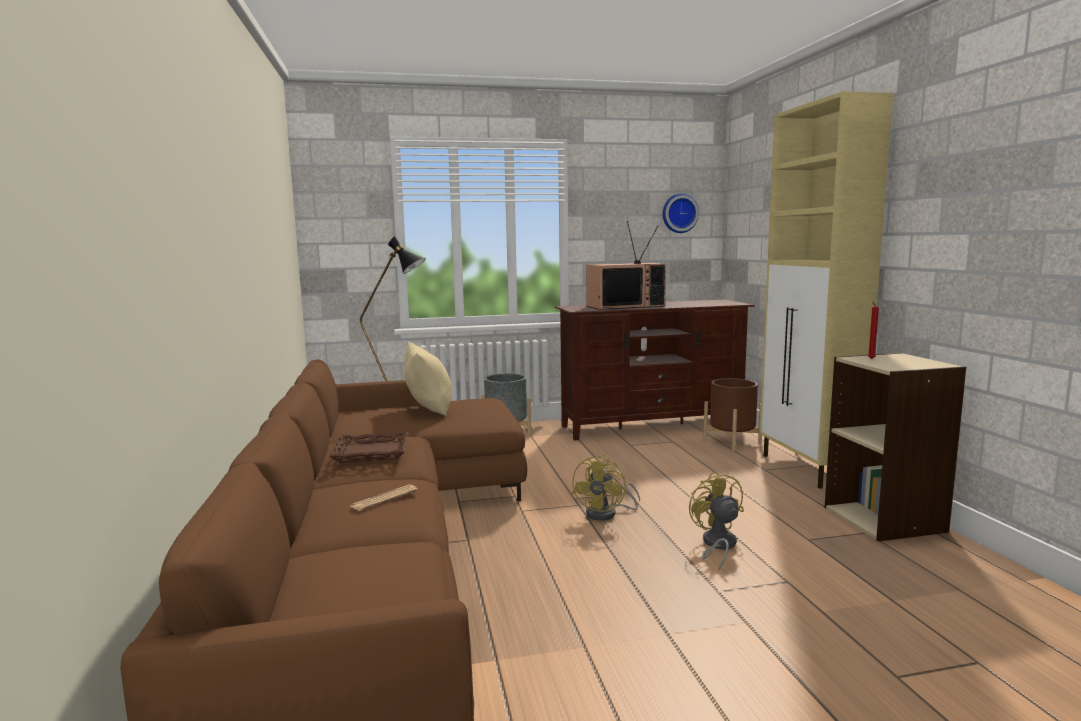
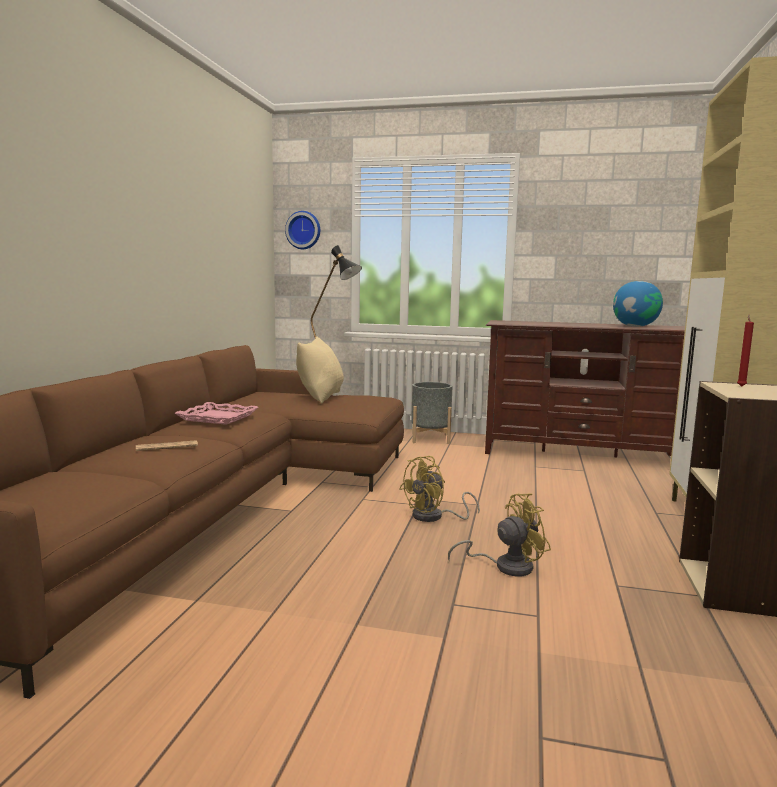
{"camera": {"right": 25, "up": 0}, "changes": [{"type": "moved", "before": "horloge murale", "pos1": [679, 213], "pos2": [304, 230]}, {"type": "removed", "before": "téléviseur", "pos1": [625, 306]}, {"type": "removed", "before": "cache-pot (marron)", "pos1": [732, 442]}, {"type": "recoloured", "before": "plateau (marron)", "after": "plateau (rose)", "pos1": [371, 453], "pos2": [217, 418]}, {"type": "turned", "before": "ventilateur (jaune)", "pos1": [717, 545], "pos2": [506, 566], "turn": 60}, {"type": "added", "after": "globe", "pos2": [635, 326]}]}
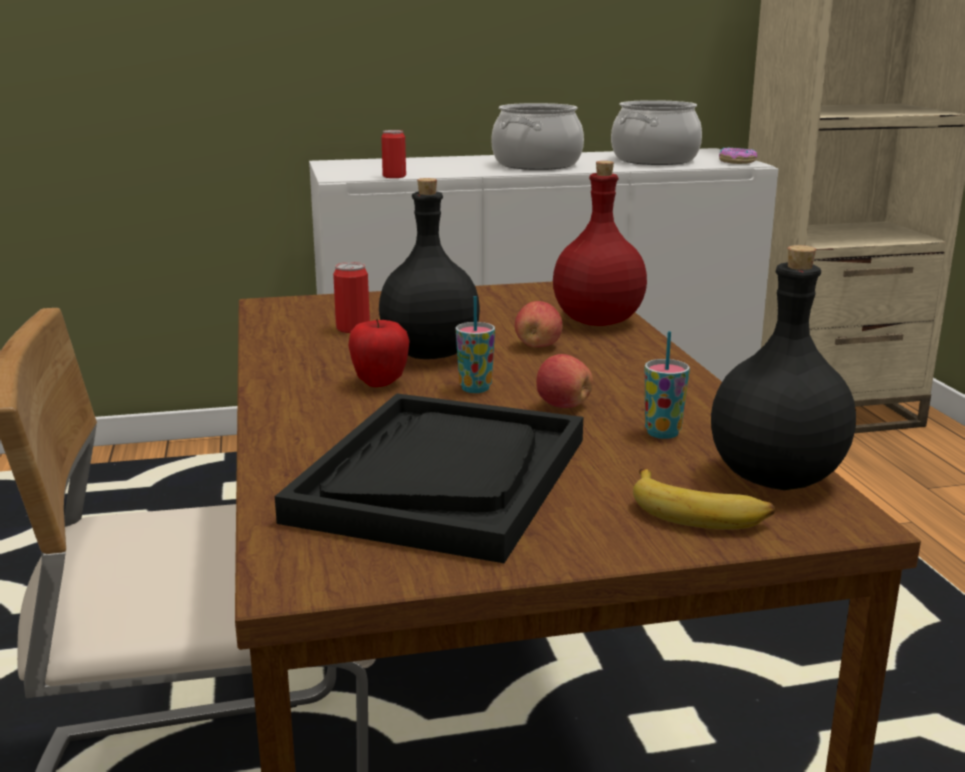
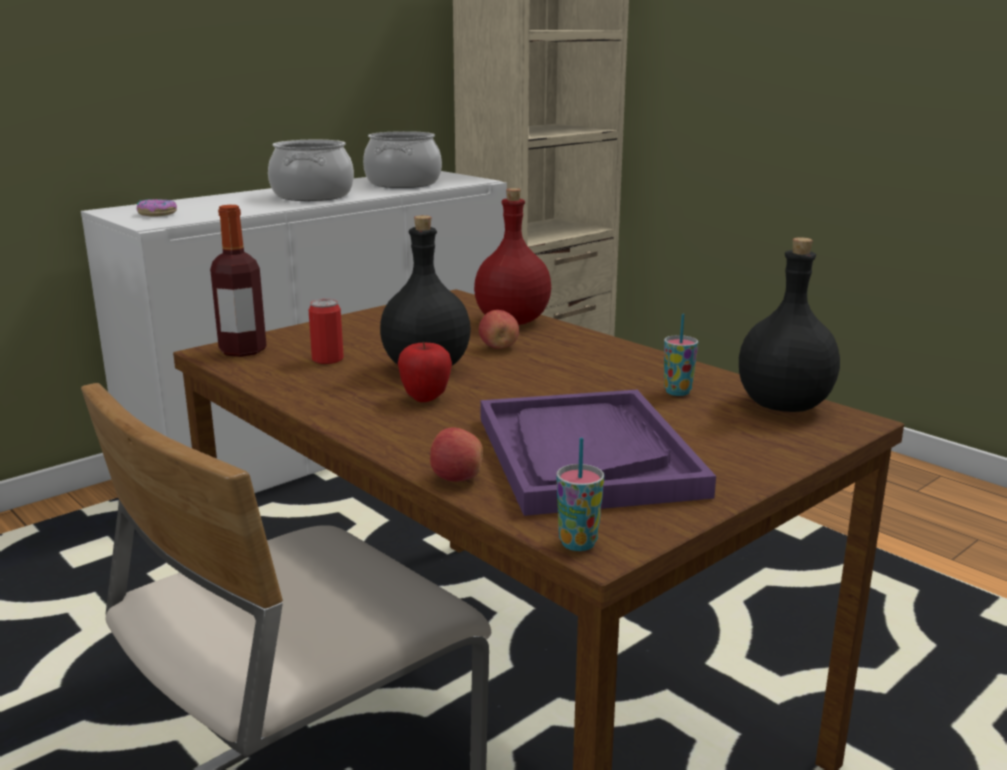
{"camera": {"right": -30, "up": 0}, "changes": [{"type": "removed", "before": "boîte métallique", "pos1": [394, 176]}, {"type": "moved", "before": "beignet", "pos1": [737, 162], "pos2": [157, 214]}, {"type": "moved", "before": "tasse", "pos1": [475, 388], "pos2": [578, 543]}, {"type": "moved", "before": "pomme", "pos1": [563, 405], "pos2": [456, 478]}, {"type": "recoloured", "before": "plateau (noir)", "after": "plateau (violet)", "pos1": [442, 478], "pos2": [586, 455]}, {"type": "removed", "before": "banane", "pos1": [699, 512]}, {"type": "added", "after": "bouteille", "pos2": [243, 351]}]}
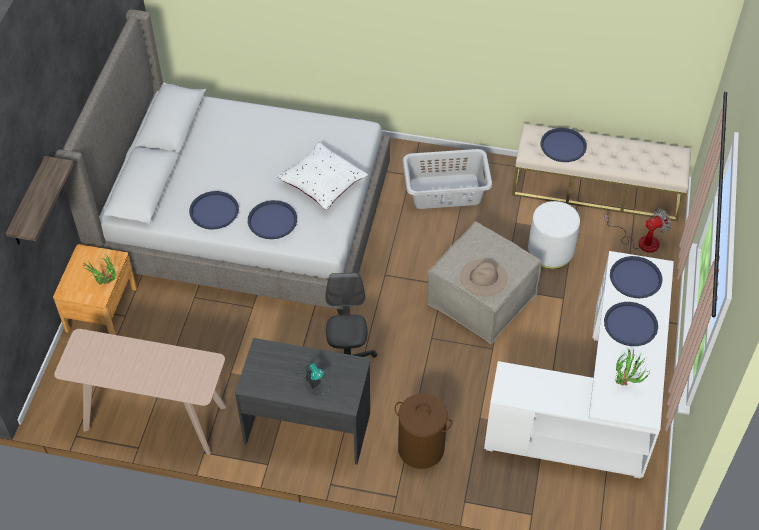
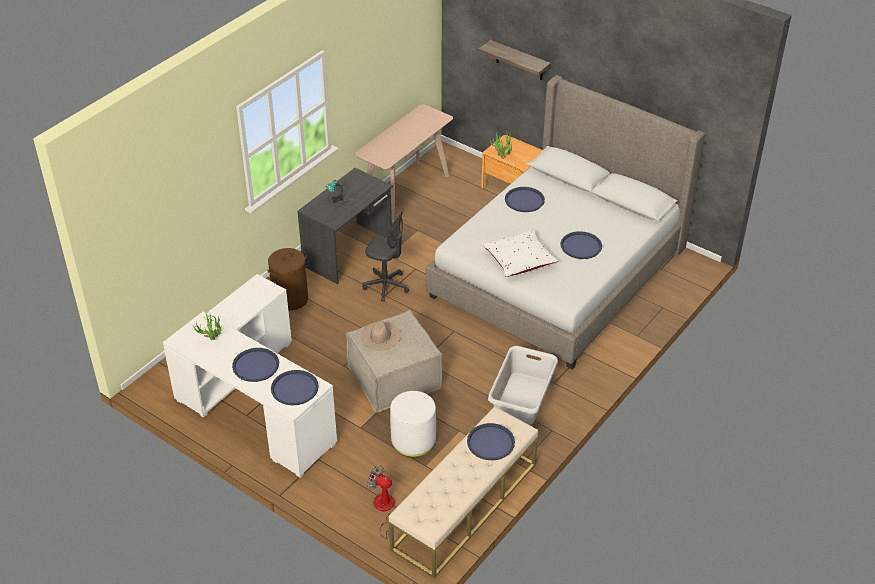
{"camera": {"right": 115, "up": -10}, "changes": [{"type": "moved", "before": "plateau (bleu)", "pos1": [272, 220], "pos2": [581, 246]}, {"type": "turned", "before": "ventilateur", "pos1": [641, 241], "pos2": [384, 509], "turn": 120}]}
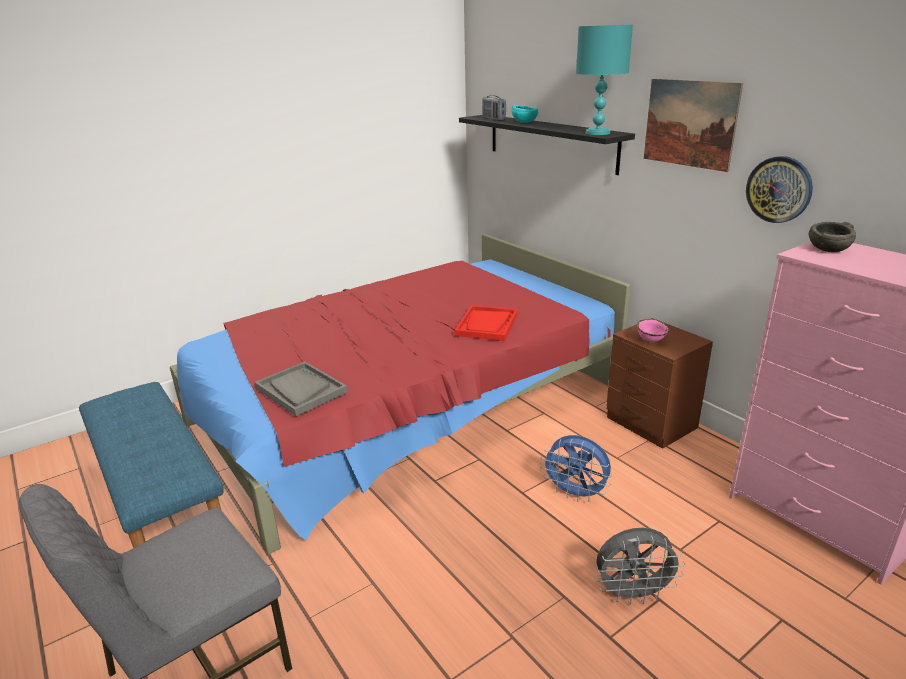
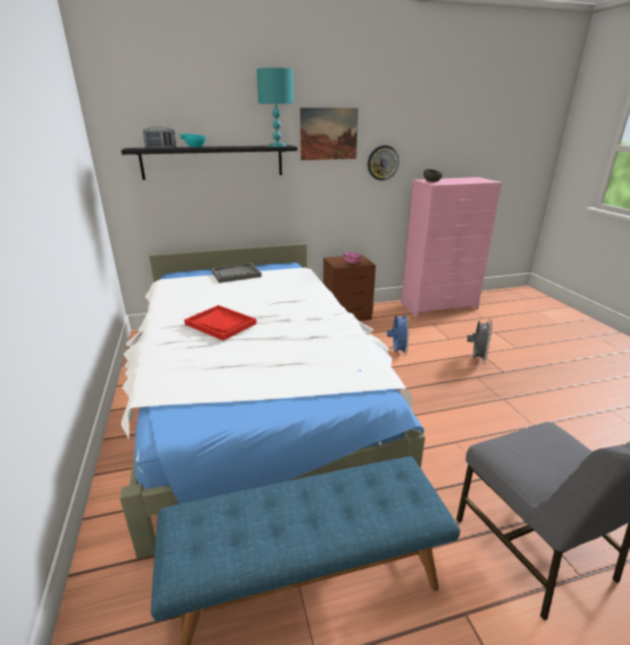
{"camera": {"right": -70, "up": 0}, "changes": [{"type": "recoloured", "before": "lit (rouge)", "after": "lit (blanc)", "pos1": [405, 406], "pos2": [255, 390]}, {"type": "moved", "before": "plateau (rouge)", "pos1": [487, 325], "pos2": [221, 324]}, {"type": "moved", "before": "plateau (gris)", "pos1": [300, 390], "pos2": [236, 274]}, {"type": "turned", "before": "ventilateur (bleu)", "pos1": [575, 494], "pos2": [397, 352], "turn": -45}]}
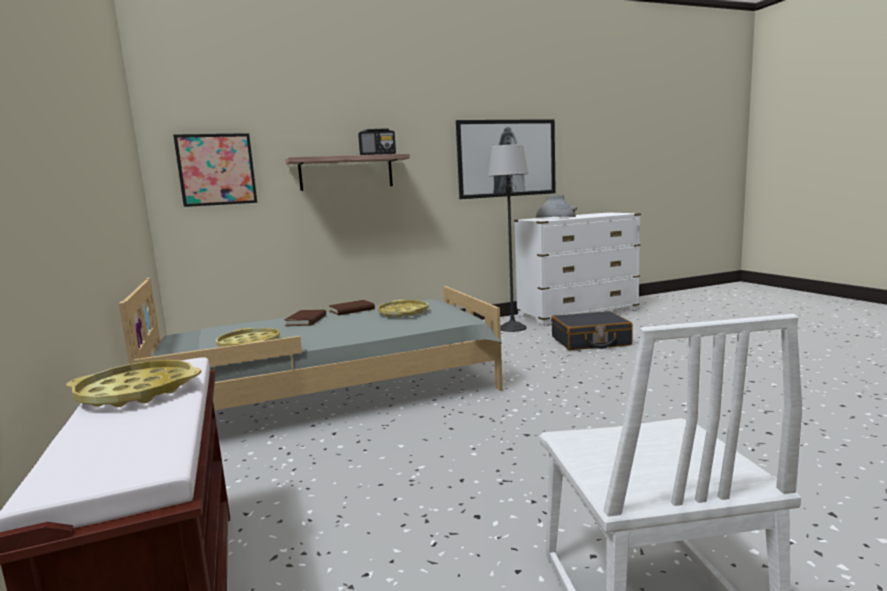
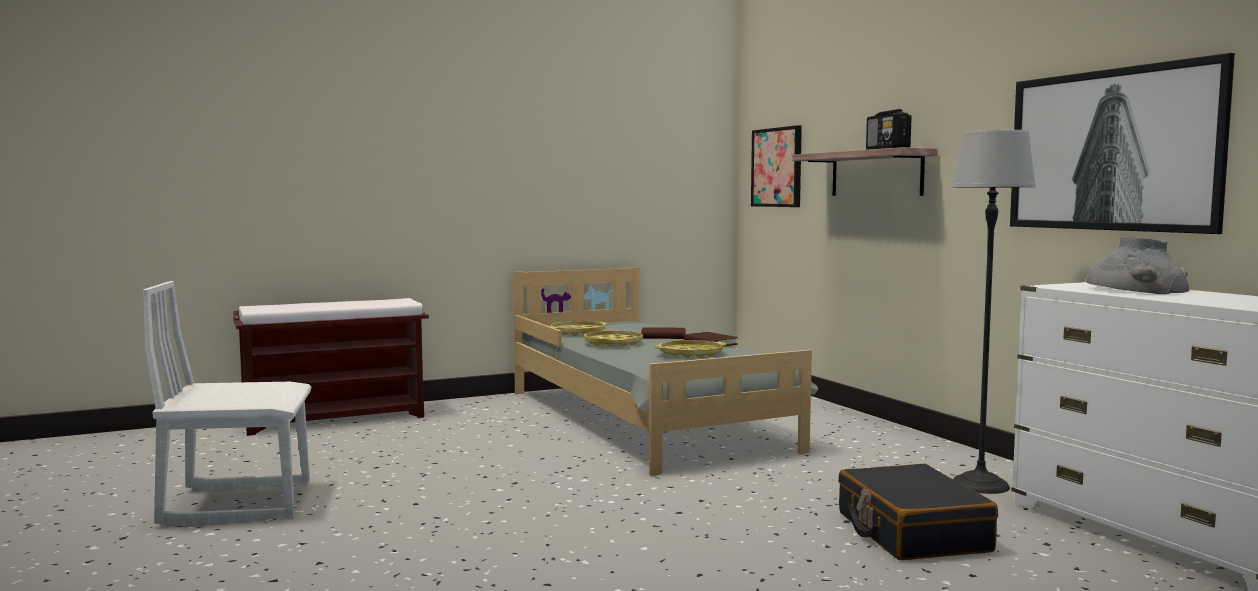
{"camera": {"right": 85, "up": -5}, "changes": [{"type": "moved", "before": "plateau (jaune)", "pos1": [137, 392], "pos2": [613, 343]}]}
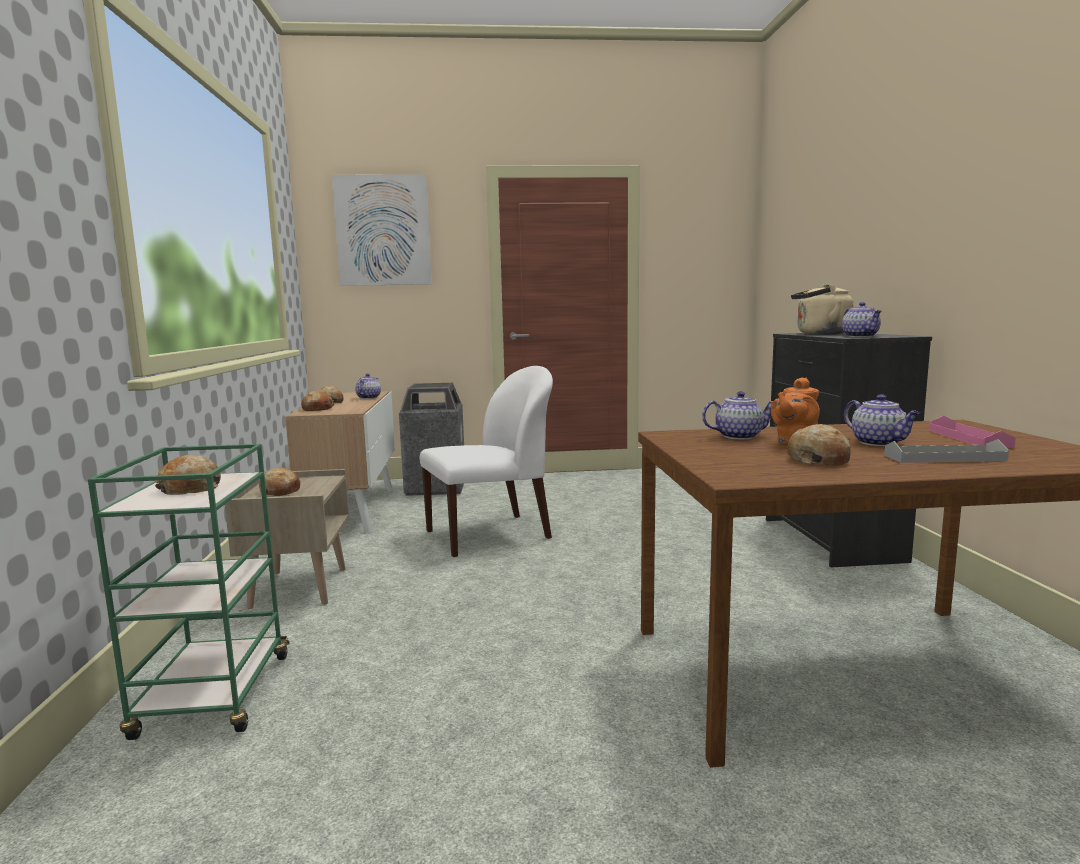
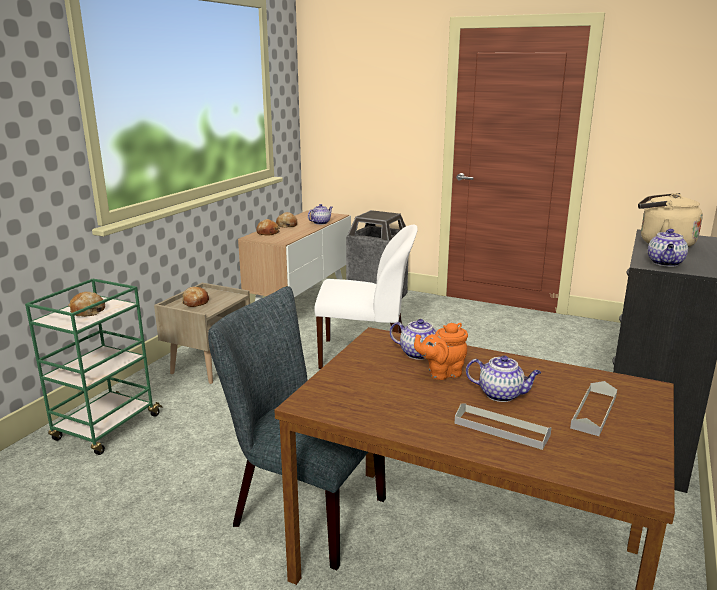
{"camera": {"right": 30, "up": 10}, "changes": [{"type": "removed", "before": "tableau", "pos1": [383, 230]}, {"type": "turned", "before": "théière", "pos1": [879, 443], "pos2": [501, 394], "turn": -75}, {"type": "recoloured", "before": "plateau (rose)", "after": "plateau (gris)", "pos1": [968, 438], "pos2": [594, 412]}, {"type": "removed", "before": "pain", "pos1": [818, 460]}, {"type": "added", "after": "chaise (gris)", "pos2": [300, 510]}]}
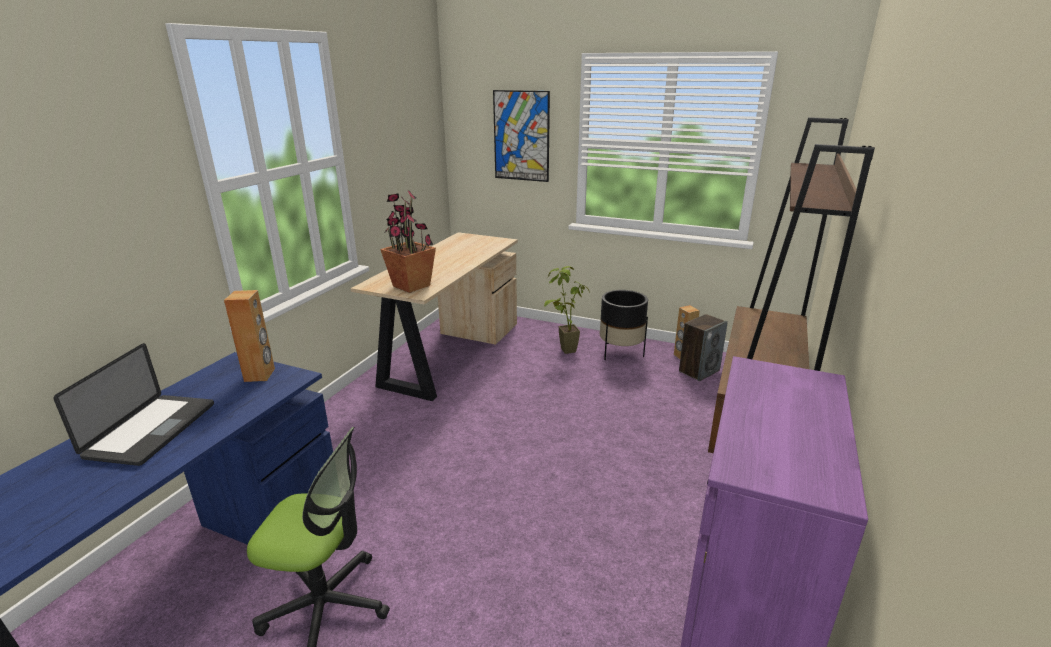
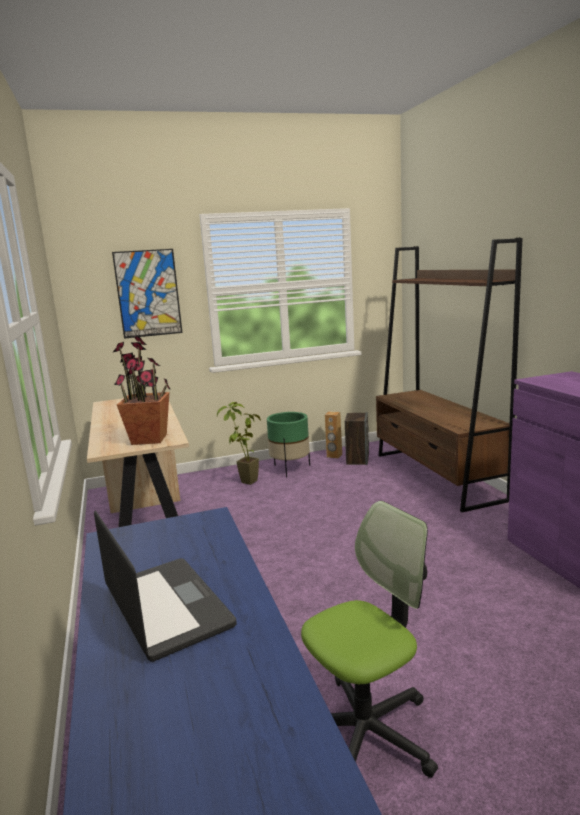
{"camera": {"right": -40, "up": -10}, "changes": [{"type": "removed", "before": "enceinte (marron)", "pos1": [260, 375]}, {"type": "recoloured", "before": "cache-pot (noir)", "after": "cache-pot (vert)", "pos1": [620, 353], "pos2": [290, 469]}]}
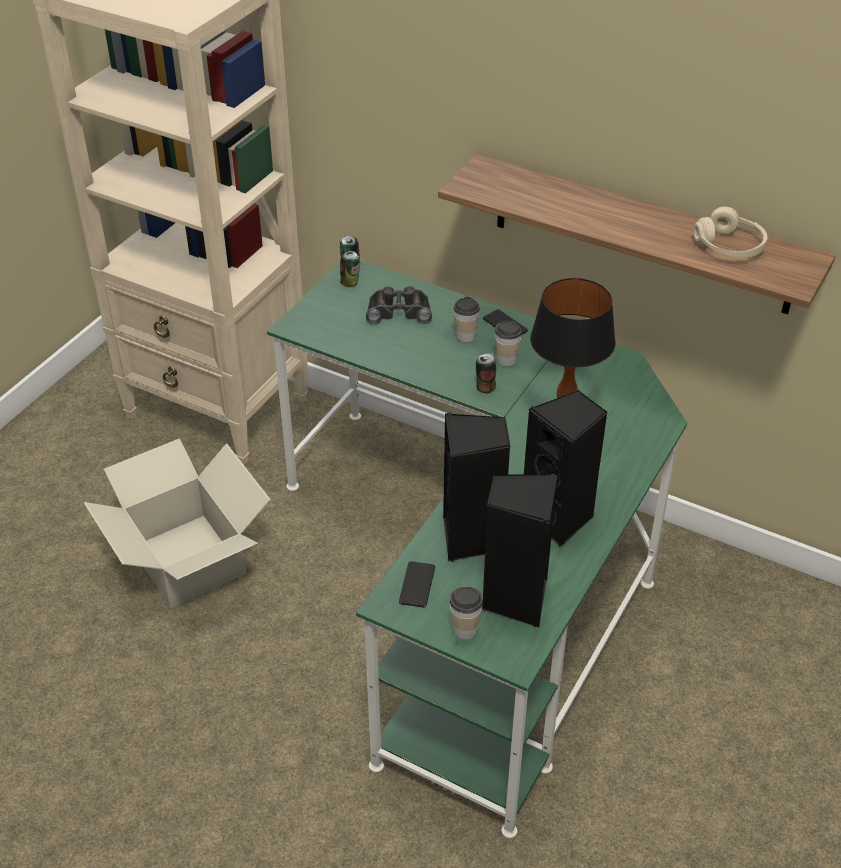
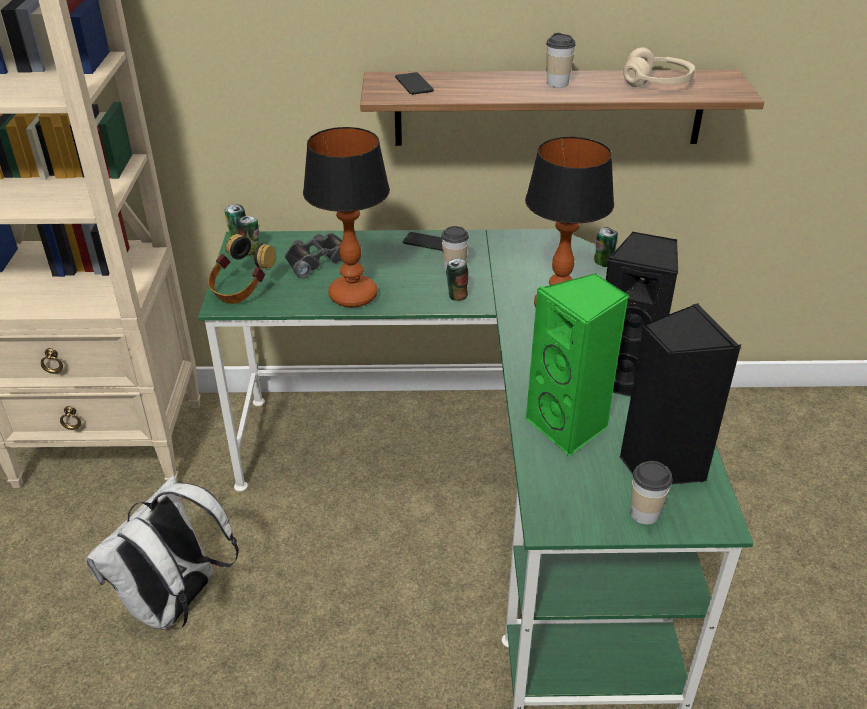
{"camera": {"right": -30, "up": -5}, "changes": [{"type": "moved", "before": "tasse", "pos1": [465, 336], "pos2": [557, 83]}, {"type": "recoloured", "before": "enceinte (noir)", "after": "enceinte (vert)", "pos1": [472, 539], "pos2": [570, 427]}, {"type": "replaced", "before": "carton", "after": "sac à dos (blanc)", "pos1": [187, 561], "pos2": [176, 604]}, {"type": "moved", "before": "téléphone", "pos1": [417, 585], "pos2": [414, 84]}, {"type": "added", "after": "lampe de table", "pos2": [352, 296]}, {"type": "added", "after": "boîte métallique", "pos2": [603, 263]}, {"type": "added", "after": "casque audio", "pos2": [242, 290]}]}
